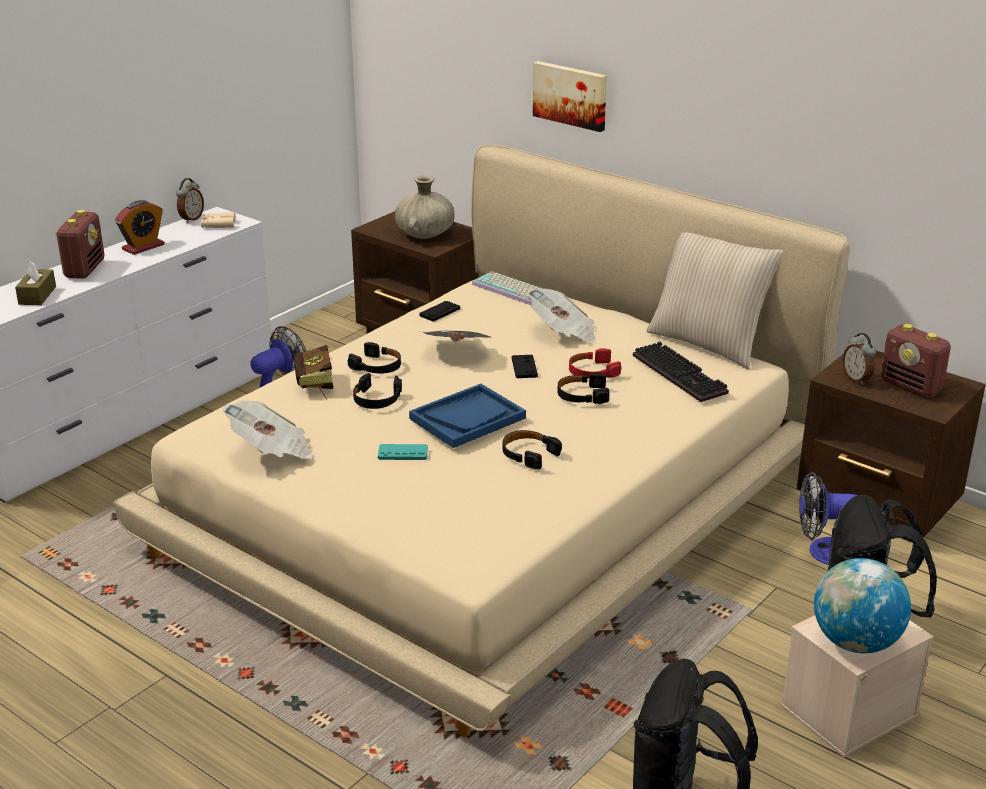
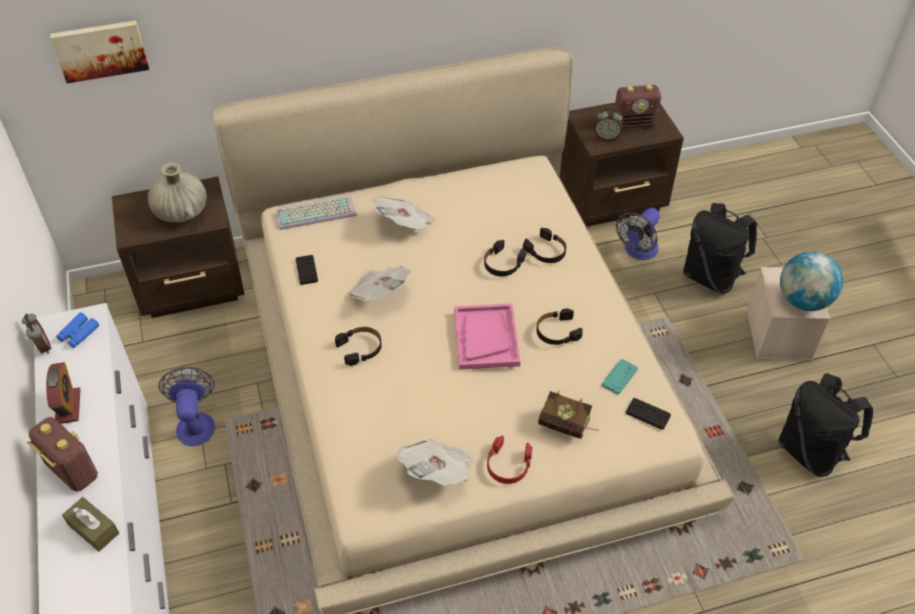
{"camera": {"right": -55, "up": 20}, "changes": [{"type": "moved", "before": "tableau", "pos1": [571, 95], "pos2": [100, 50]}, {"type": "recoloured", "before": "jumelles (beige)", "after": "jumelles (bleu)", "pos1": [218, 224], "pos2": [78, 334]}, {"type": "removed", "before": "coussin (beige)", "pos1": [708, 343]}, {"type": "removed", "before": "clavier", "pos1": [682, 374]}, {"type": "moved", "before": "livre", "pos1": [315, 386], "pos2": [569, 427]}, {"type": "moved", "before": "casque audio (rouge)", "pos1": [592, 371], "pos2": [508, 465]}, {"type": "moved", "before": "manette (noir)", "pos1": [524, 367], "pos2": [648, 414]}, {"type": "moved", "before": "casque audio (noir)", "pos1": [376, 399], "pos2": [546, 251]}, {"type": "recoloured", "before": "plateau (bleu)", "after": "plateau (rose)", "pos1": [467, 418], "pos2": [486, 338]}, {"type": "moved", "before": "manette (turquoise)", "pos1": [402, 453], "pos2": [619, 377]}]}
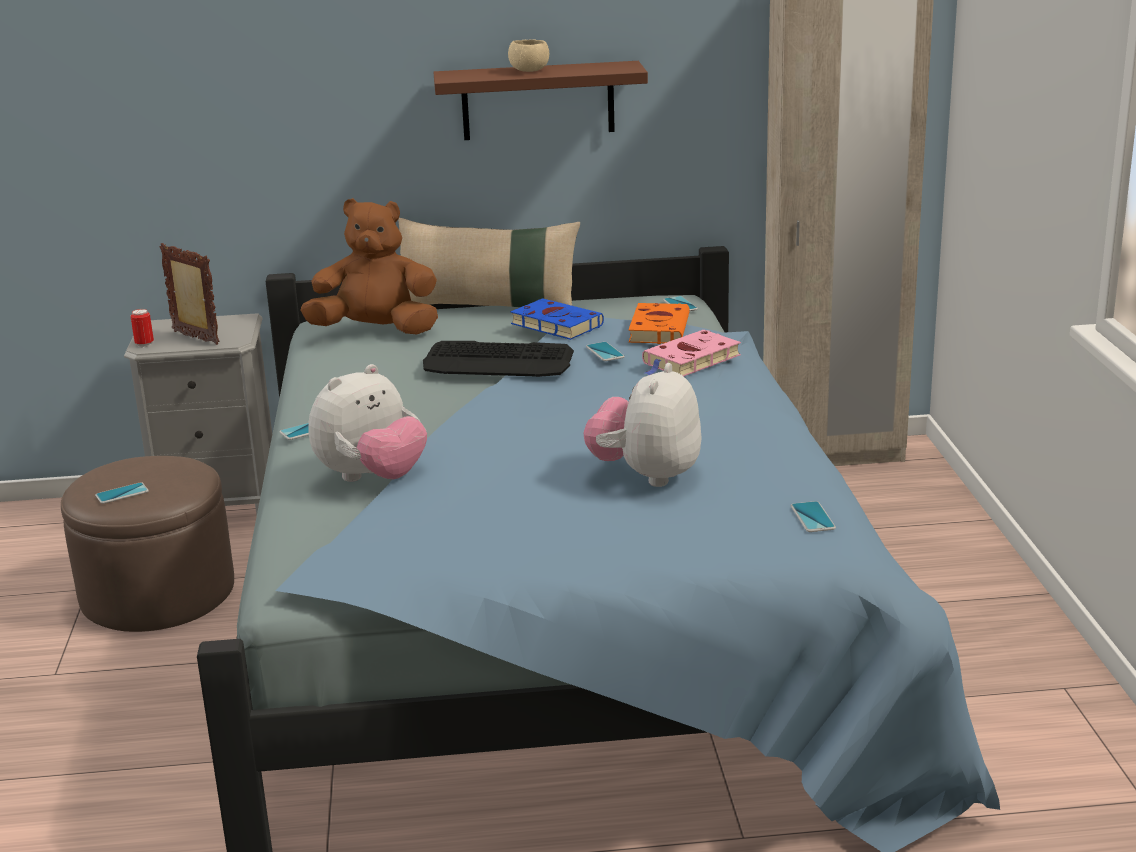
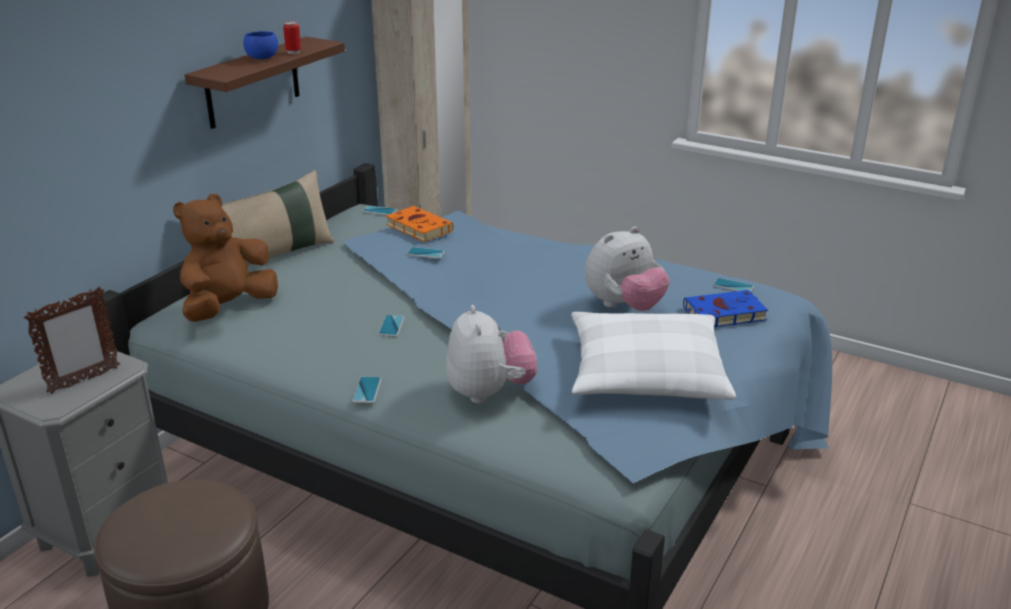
{"camera": {"right": -55, "up": 5}, "changes": [{"type": "recoloured", "before": "bol (beige)", "after": "bol (bleu)", "pos1": [529, 71], "pos2": [262, 58]}, {"type": "turned", "before": "cadre photo", "pos1": [195, 338], "pos2": [84, 380], "turn": 150}, {"type": "moved", "before": "livre (bleu)", "pos1": [554, 324], "pos2": [722, 314]}, {"type": "moved", "before": "boîte métallique", "pos1": [144, 344], "pos2": [293, 52]}, {"type": "removed", "before": "livre (rose)", "pos1": [690, 360]}, {"type": "removed", "before": "clavier", "pos1": [498, 362]}, {"type": "turned", "before": "peluche", "pos1": [646, 475], "pos2": [624, 306], "turn": -90}, {"type": "moved", "before": "téléphone", "pos1": [122, 494], "pos2": [391, 326]}, {"type": "added", "after": "coussin (blanc)", "pos2": [646, 372]}]}
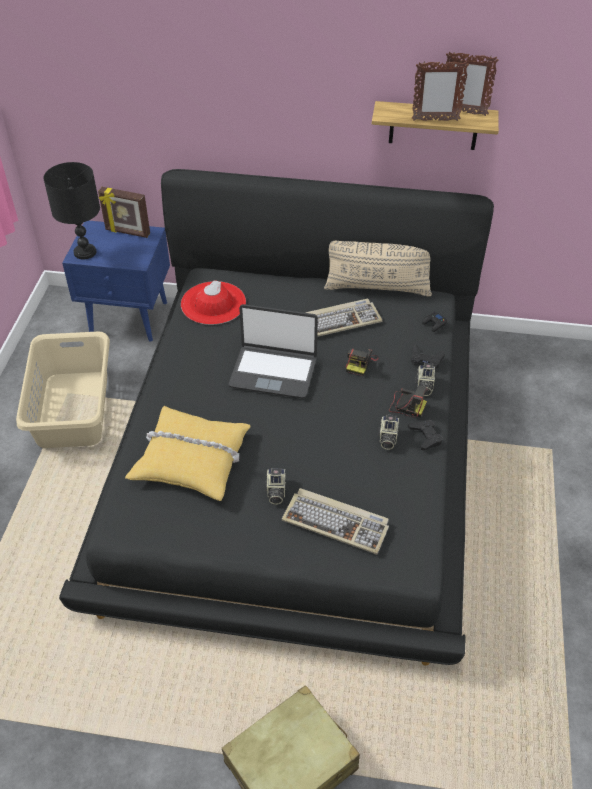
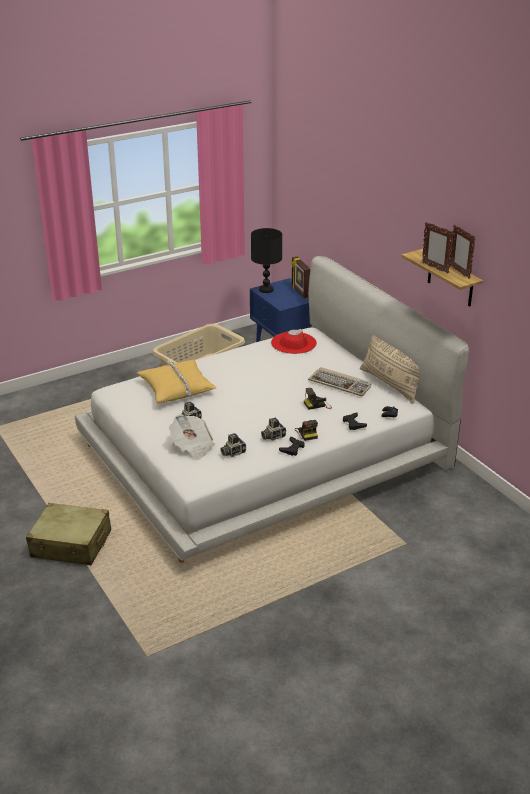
{"camera": {"right": 50, "up": -15}, "changes": [{"type": "recoloured", "before": "lit (noir)", "after": "lit (blanc)", "pos1": [295, 456], "pos2": [264, 452]}, {"type": "removed", "before": "ordinateur portable", "pos1": [273, 372]}, {"type": "moved", "before": "appareil photo", "pos1": [424, 386], "pos2": [232, 452]}, {"type": "replaced", "before": "clavier", "after": "journal", "pos1": [337, 522], "pos2": [192, 446]}]}
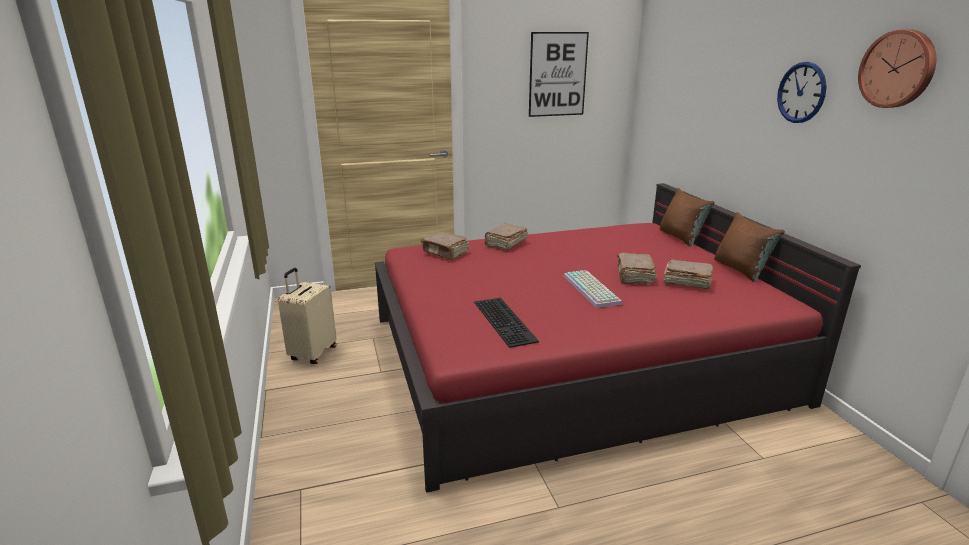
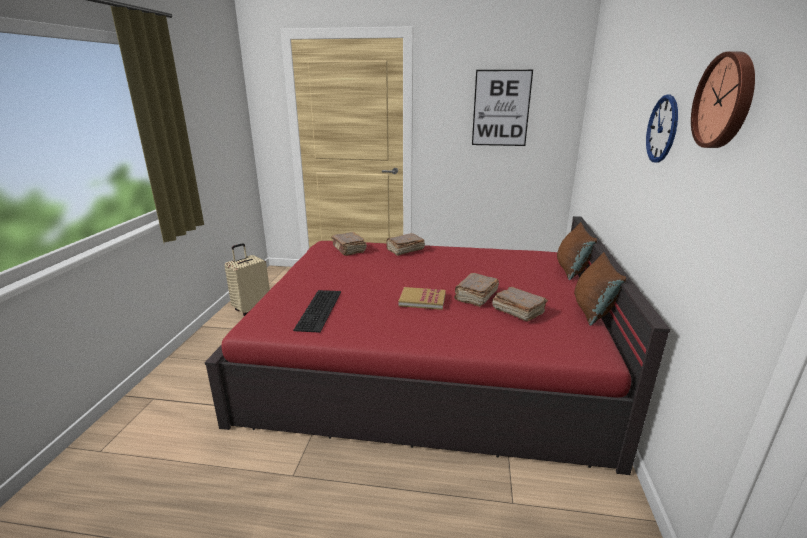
{"camera": {"right": 25, "up": 0}, "changes": [{"type": "replaced", "before": "clavier", "after": "livre", "pos1": [593, 289], "pos2": [422, 300]}]}
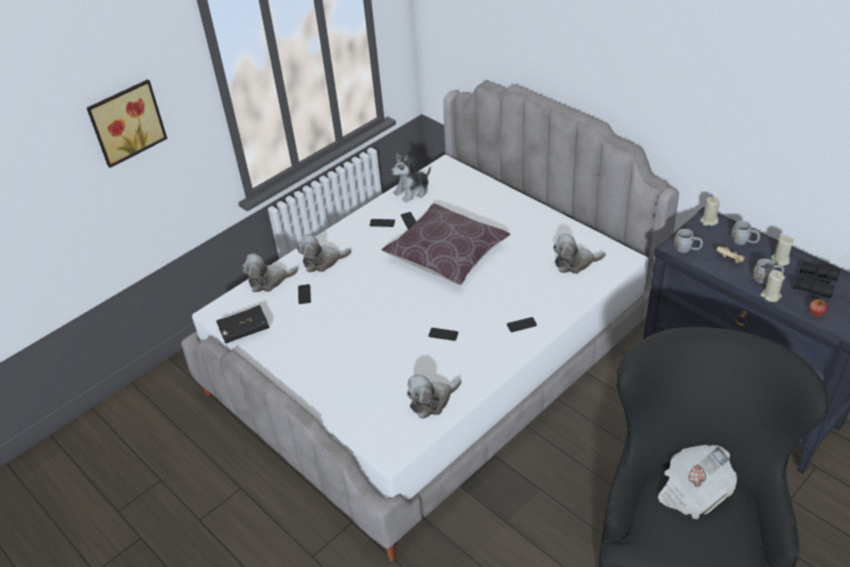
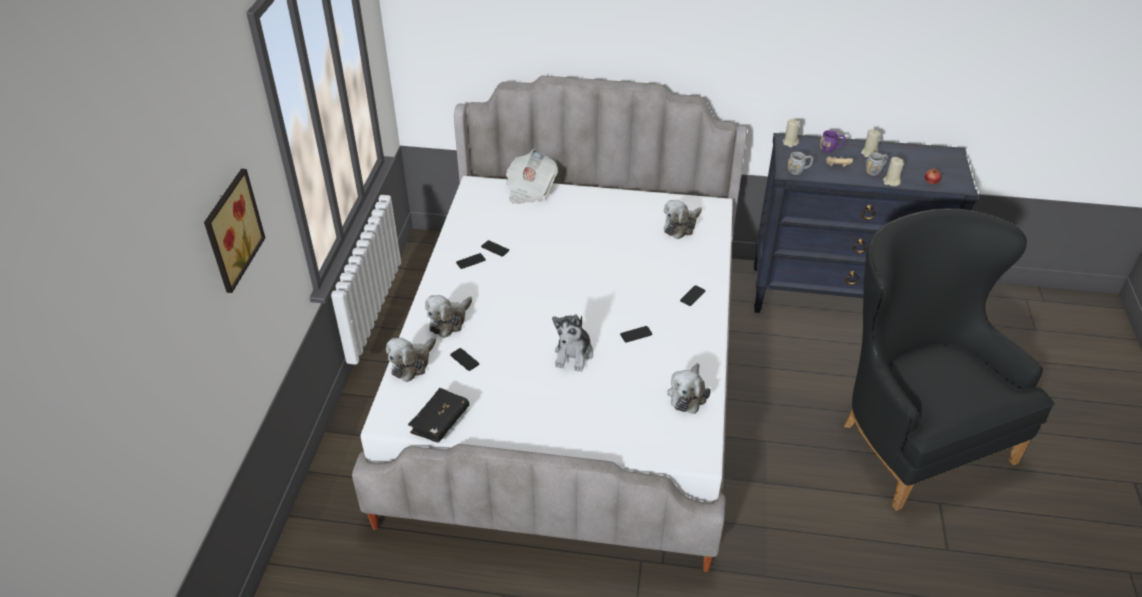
{"camera": {"right": -40, "up": 0}, "changes": [{"type": "moved", "before": "peluche", "pos1": [412, 191], "pos2": [574, 354]}, {"type": "removed", "before": "coussin (marron)", "pos1": [446, 255]}, {"type": "recoloured", "before": "mug (gris)", "after": "mug (violet)", "pos1": [744, 241], "pos2": [831, 149]}, {"type": "removed", "before": "jumelles (noir)", "pos1": [814, 284]}, {"type": "moved", "before": "journal", "pos1": [692, 491], "pos2": [529, 190]}]}
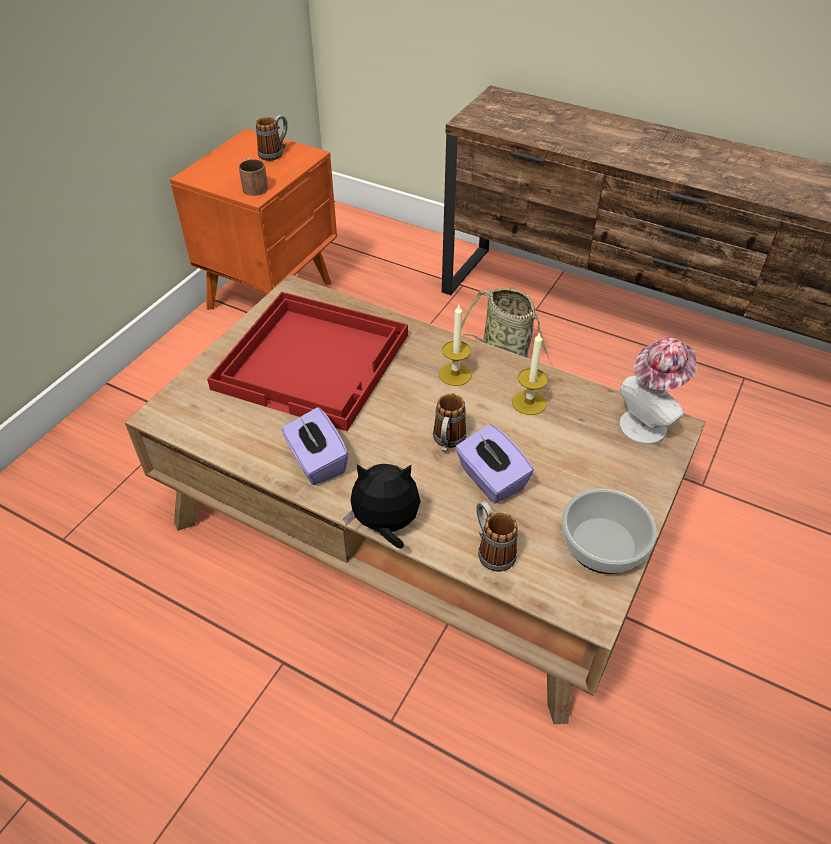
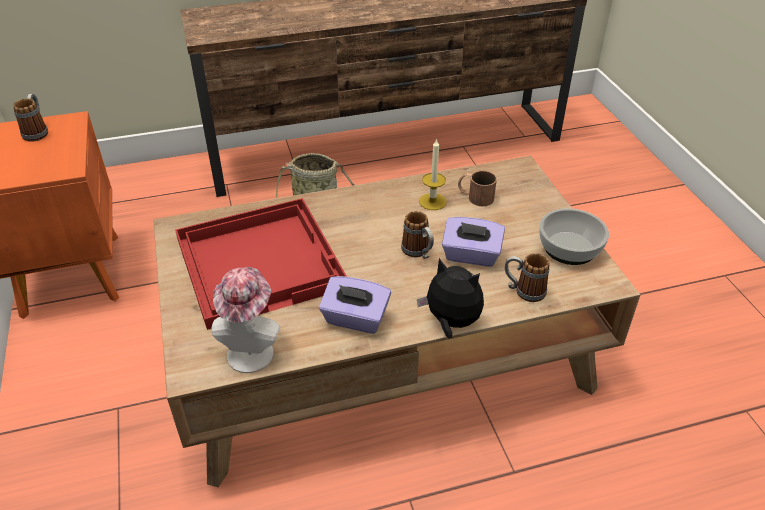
{"camera": {"right": -45, "up": -5}, "changes": [{"type": "moved", "before": "mug (marron)", "pos1": [254, 185], "pos2": [475, 196]}, {"type": "removed", "before": "bougie", "pos1": [455, 374]}, {"type": "moved", "before": "chapeau", "pos1": [647, 423], "pos2": [251, 349]}, {"type": "turned", "before": "peluche", "pos1": [385, 525], "pos2": [451, 322], "turn": 75}]}
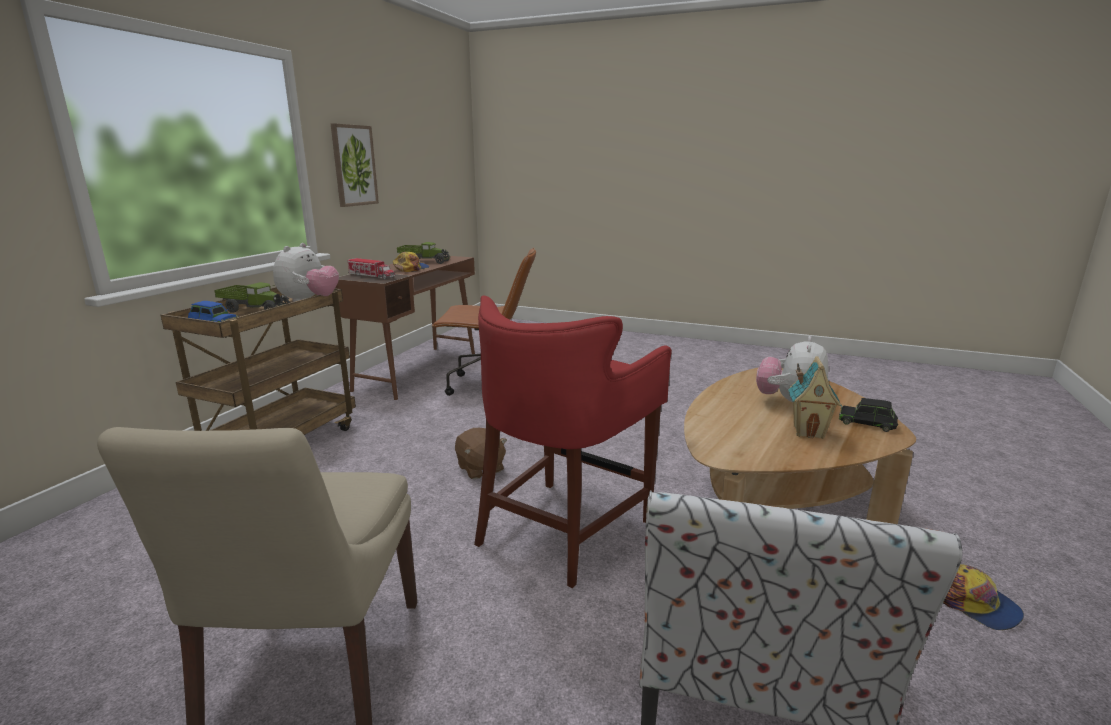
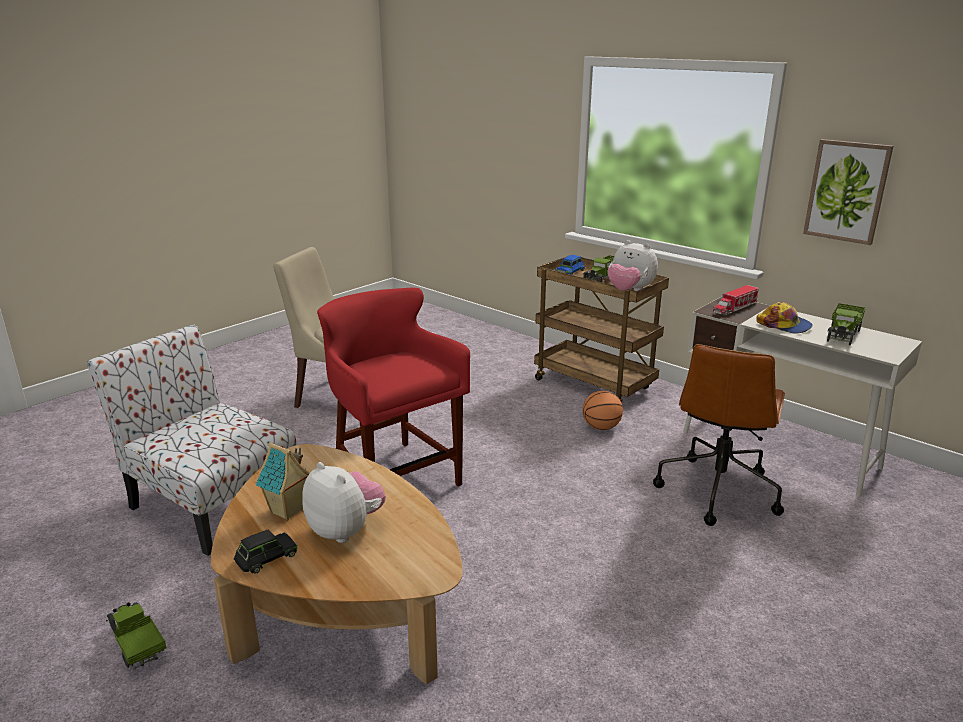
{"camera": {"right": 110, "up": 5}, "changes": [{"type": "recoloured", "before": "bureau (marron)", "after": "bureau (blanc)", "pos1": [418, 371], "pos2": [779, 449]}, {"type": "removed", "before": "peluche (marron)", "pos1": [480, 468]}, {"type": "replaced", "before": "casquette", "after": "camion jouet", "pos1": [973, 603], "pos2": [137, 645]}, {"type": "added", "after": "ballon de basket", "pos2": [601, 427]}]}
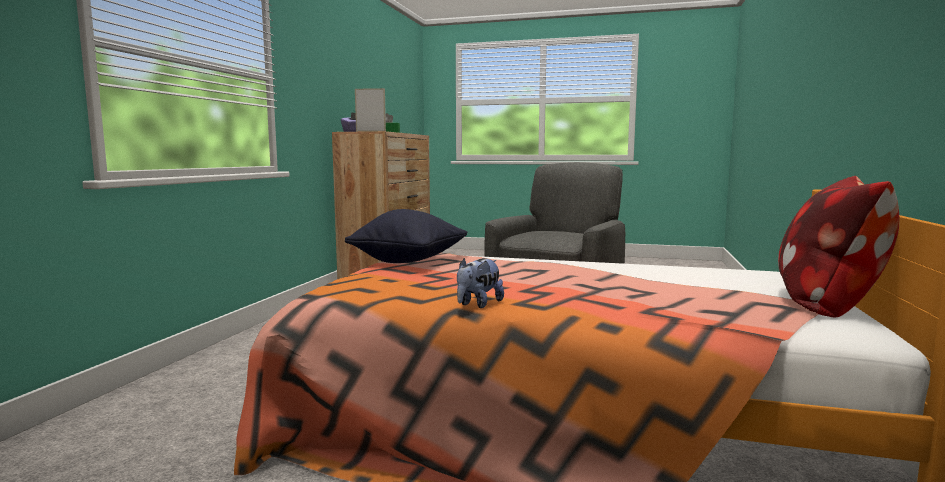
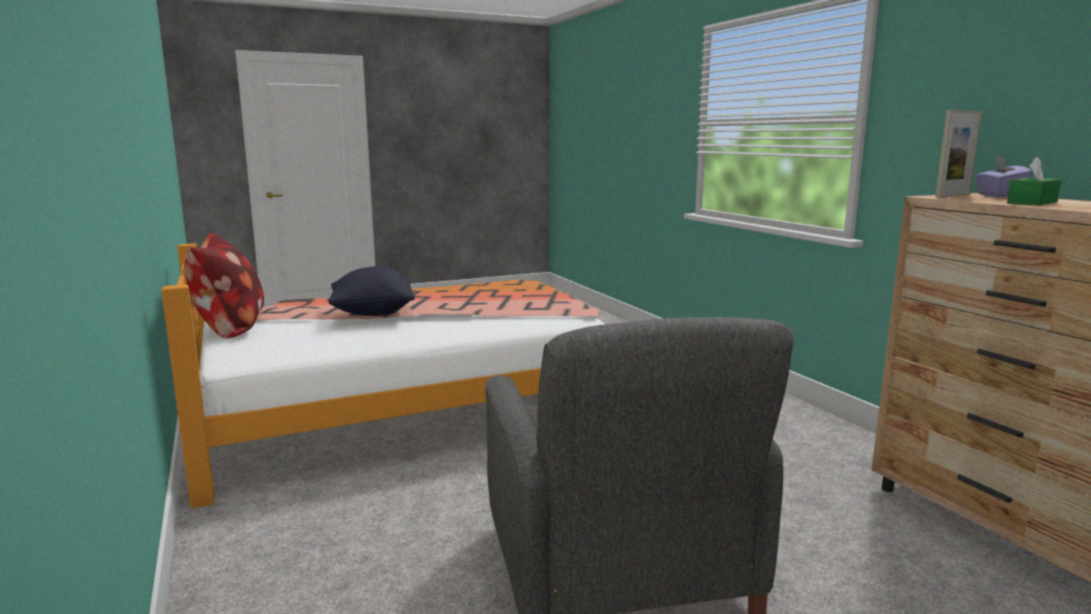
{"camera": {"right": 140, "up": 5}, "changes": [{"type": "moved", "before": "coussin (noir)", "pos1": [409, 262], "pos2": [372, 314]}, {"type": "removed", "before": "peluche", "pos1": [478, 304]}]}
